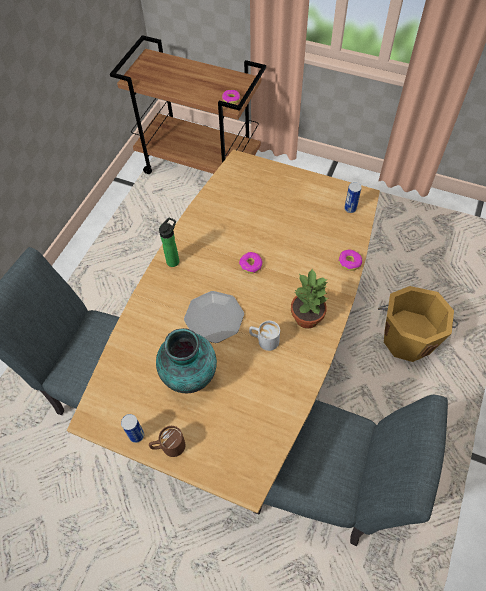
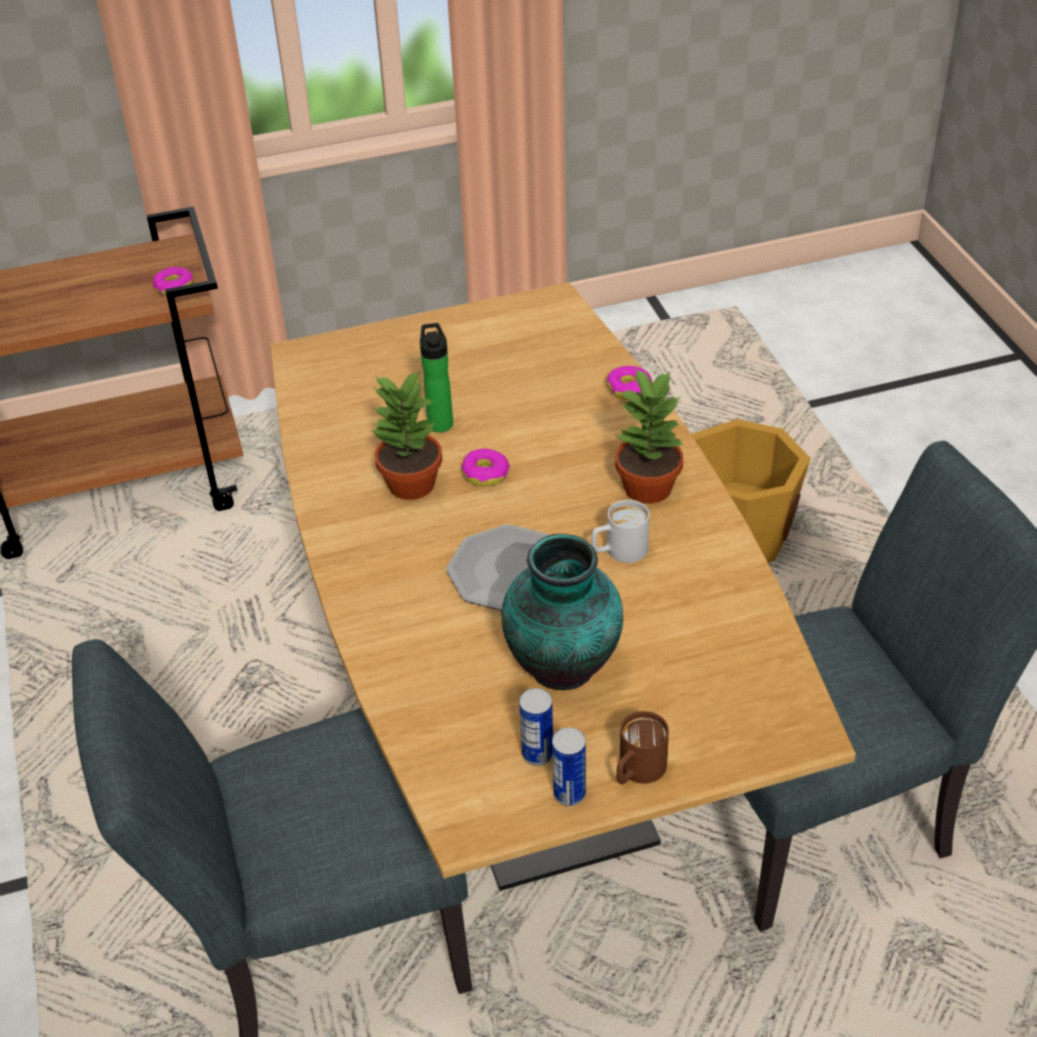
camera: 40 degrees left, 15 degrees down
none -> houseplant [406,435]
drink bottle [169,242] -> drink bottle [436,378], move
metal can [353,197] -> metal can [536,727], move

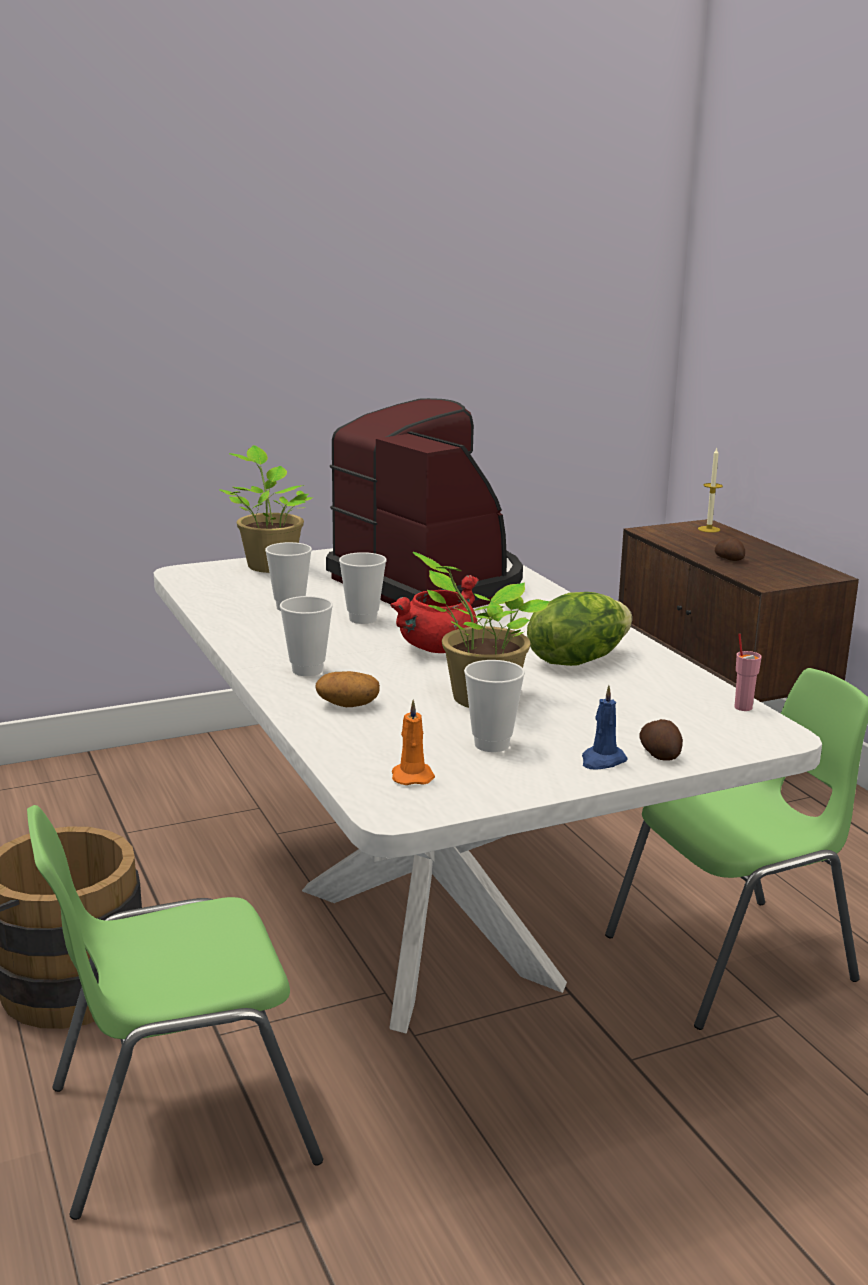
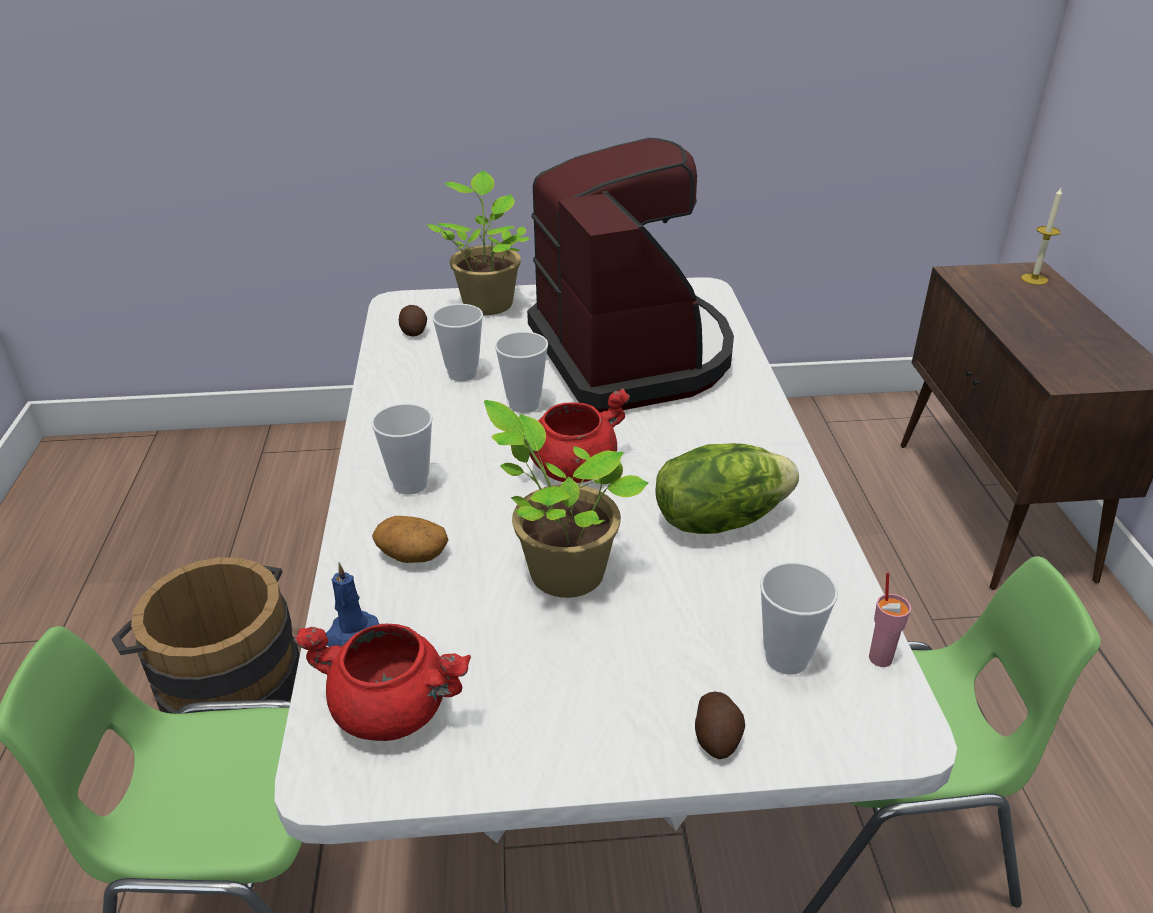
camera: 20 degrees right, 15 degrees up
small cup [494,706] -> small cup [799,618], move
blue-coloured candle [605,727] -> blue-coloured candle [352,605], move
potato [730,549] -> potato [413,320], move
orange-coloured candle [413,742] -> reddish stockpot [382,682]

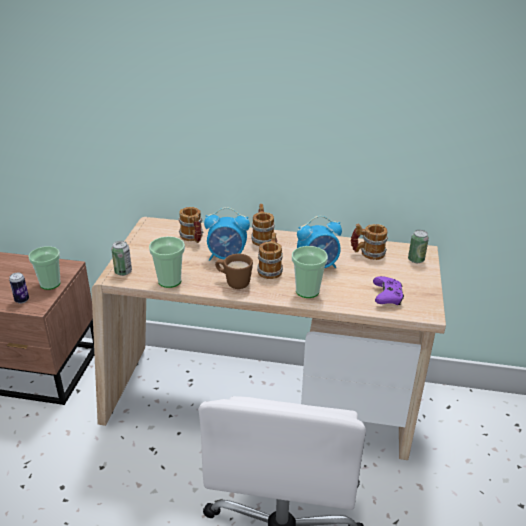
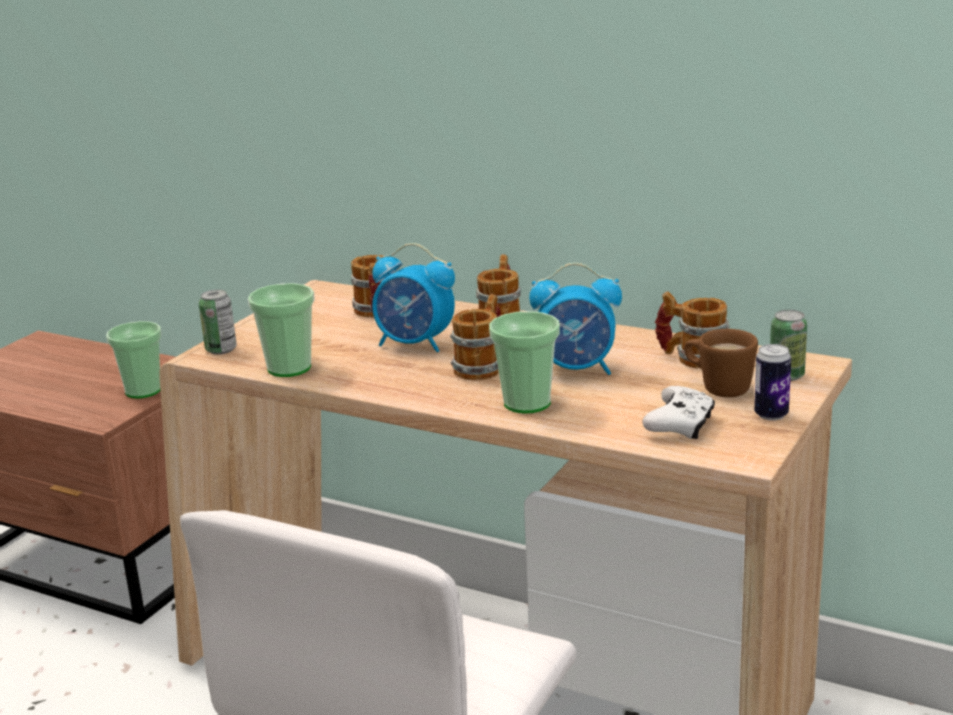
camera: 20 degrees right, 10 degrees down
metal can [19,288] -> metal can [772,382], move
brown tea mug [234,271] -> brown tea mug [721,363], move
purplish joypad [388,290] -> whitish joypad [679,412]

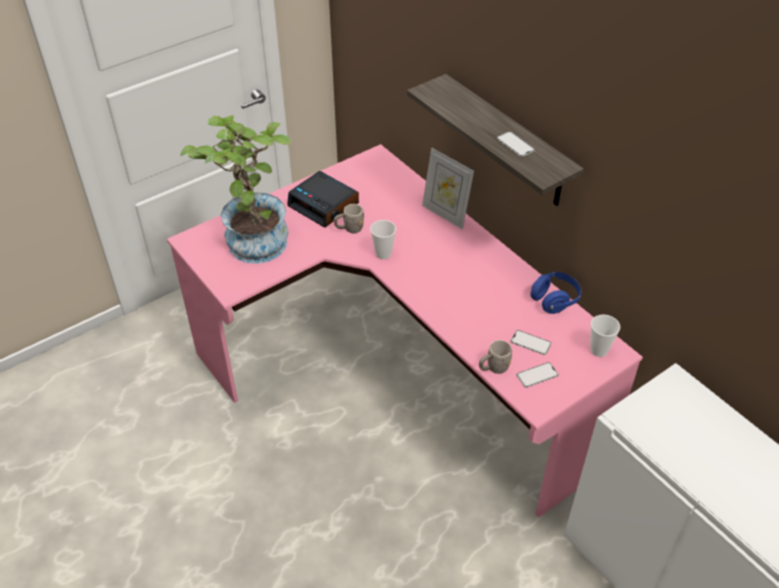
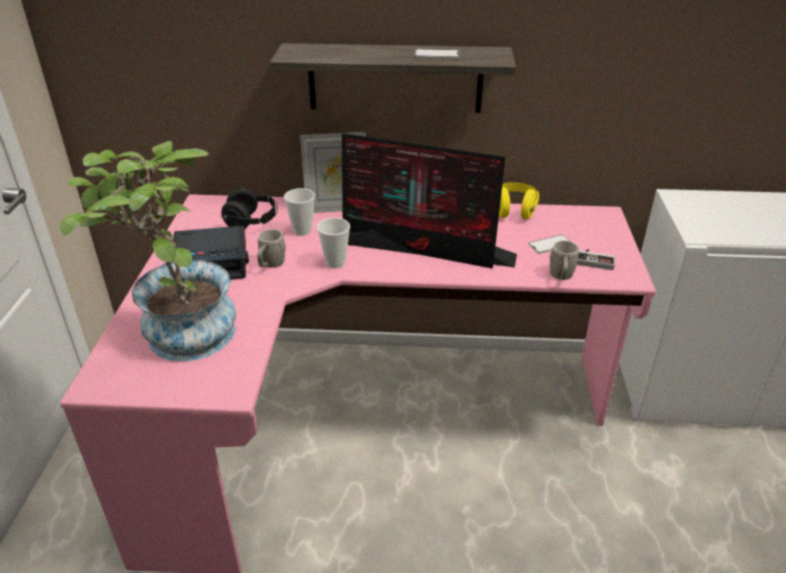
camera: 50 degrees left, 10 degrees down
none -> black-coloured headphones [249,209]
none -> computer screen [429,201]
small cup [605,336] -> small cup [299,212], move
telephone [538,375] -> joypad [596,259]
blue-coloured headphones [556,293] -> yellow-coloured headphones [519,200]

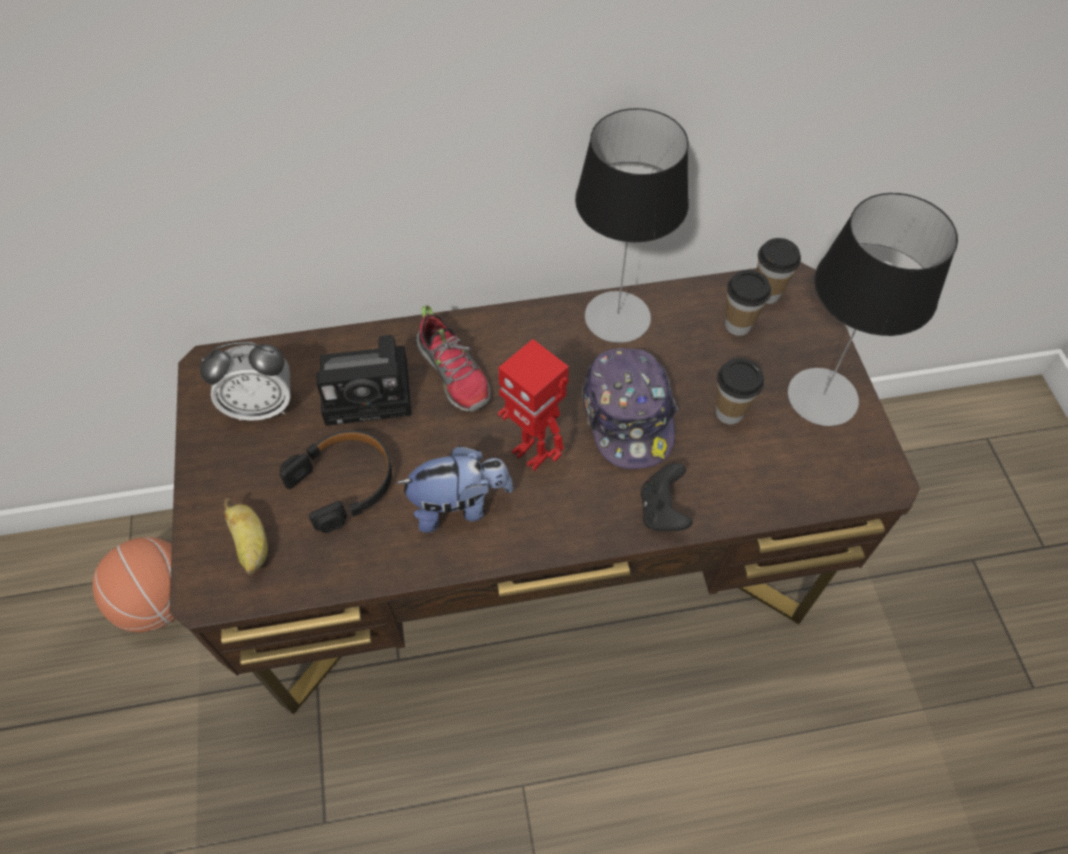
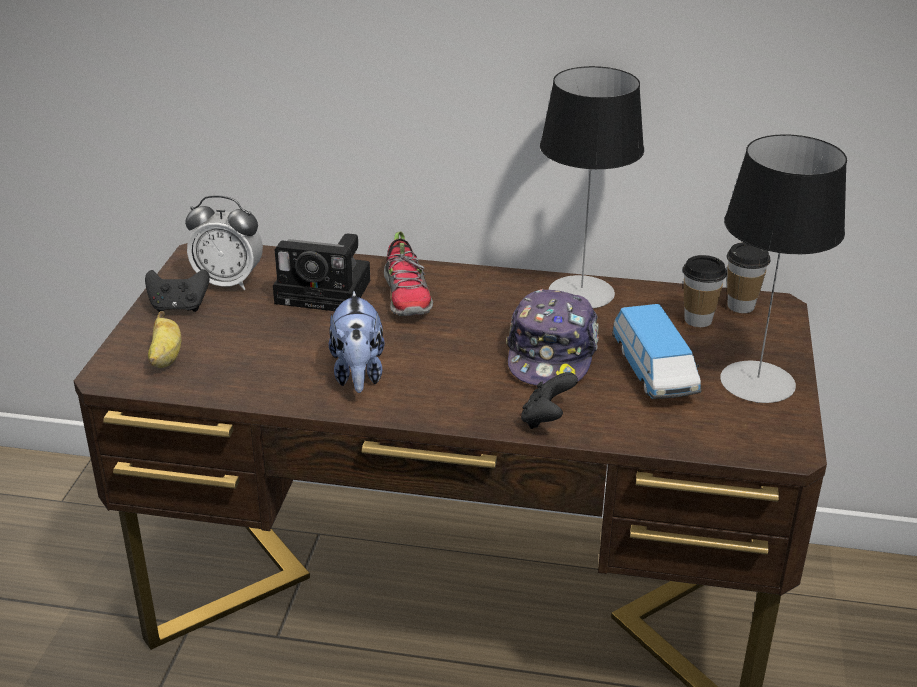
camera: 20 degrees right, 25 degrees down
ball for basketball [134,584] -> none
black-coloured headphones [336,481] -> none
model robot [533,405] -> none
none -> black-coloured joypad [177,290]
small cup [740,391] -> model car [656,351]
soft toy [455,489] -> soft toy [356,342], 75 degrees clockwise

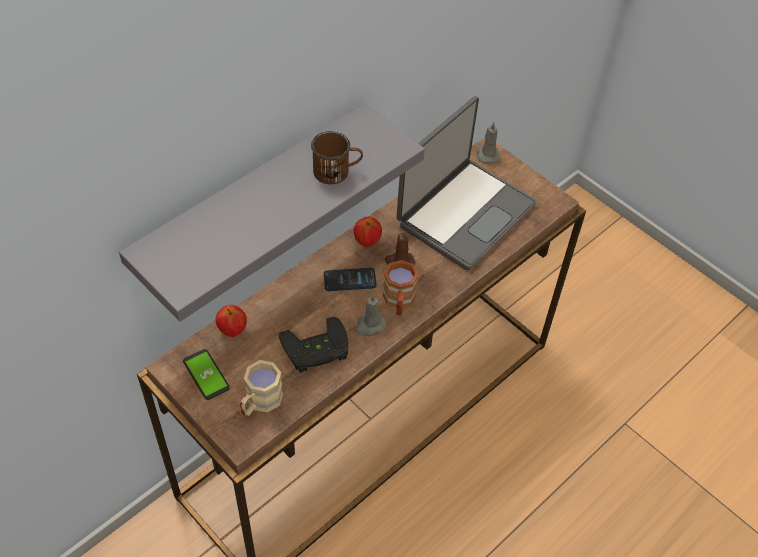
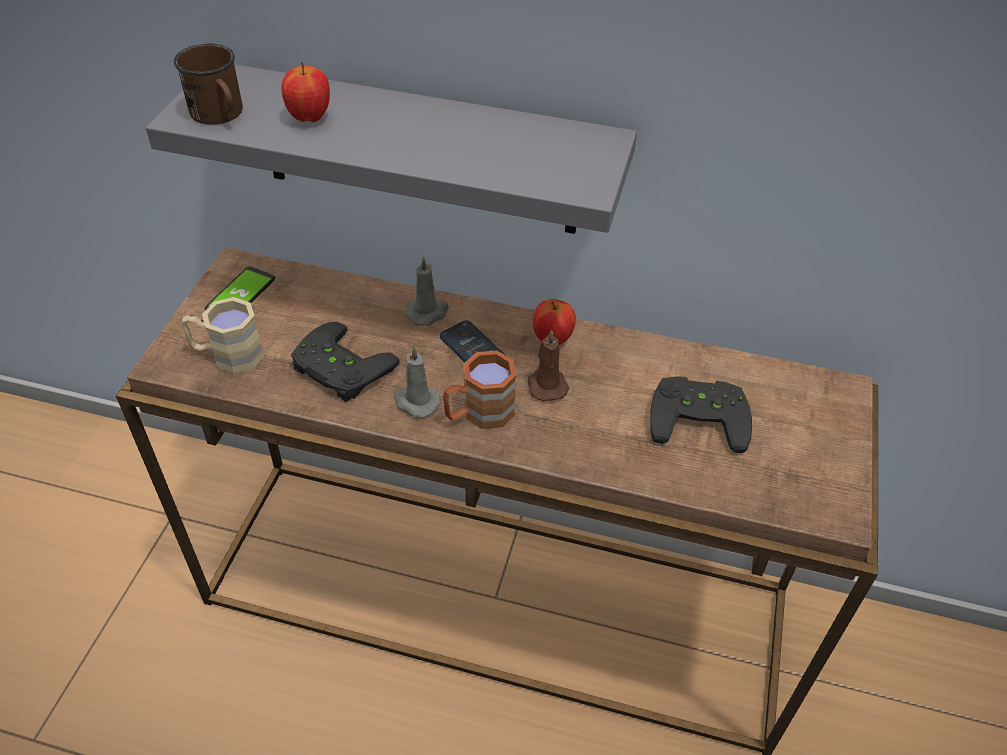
camera: 60 degrees right, 5 degrees down
apple [231,321] -> apple [305,92], move
brown tea mug [337,157] -> brown tea mug [208,84], move
gray candle [489,142] -> gray candle [427,291], move
laptop [466,183] -> black-coloured joypad [701,414]

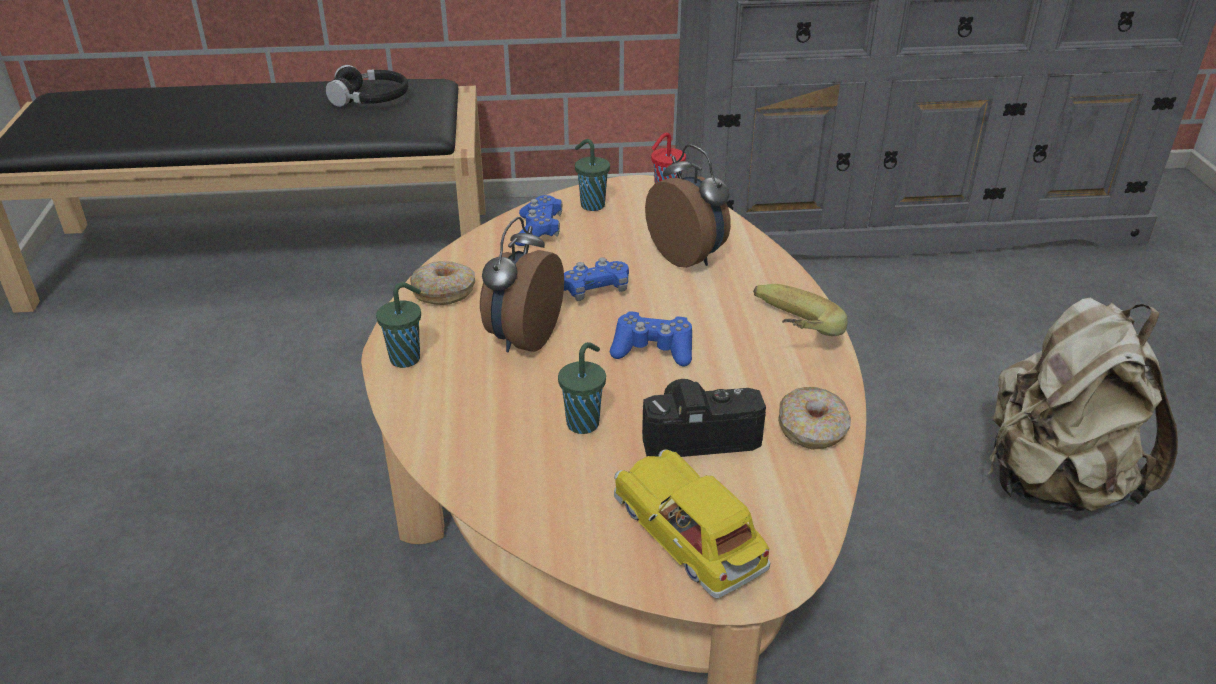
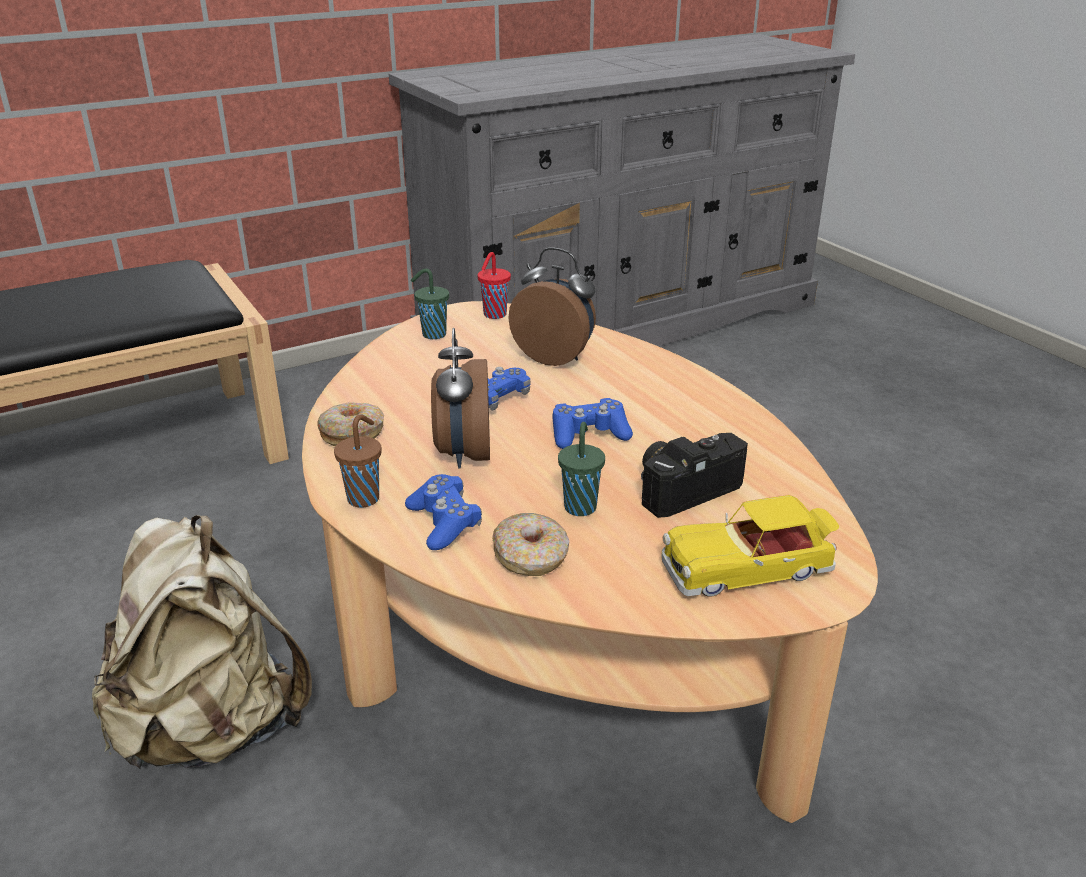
camera: 25 degrees left, 5 degrees down
black-coloured headphones [367,86] -> none
whole banana [800,310] -> none
blue-coloured joypad [539,220] -> blue-coloured joypad [443,512], move
donut [814,418] -> donut [530,544], move
sand-coloured backpack [1082,405] -> sand-coloured backpack [202,642], move
greenish small cup [398,325] -> brown small cup [358,461]
model car [692,523] -> model car [750,545], 45 degrees counterclockwise

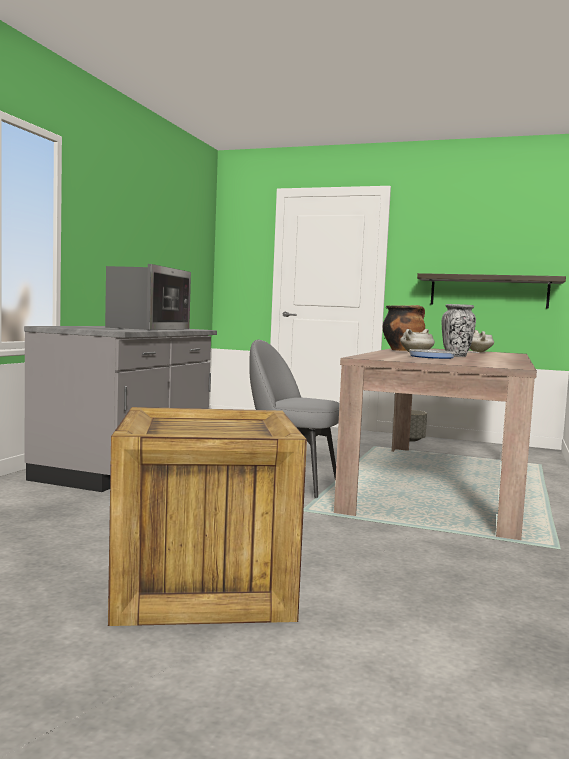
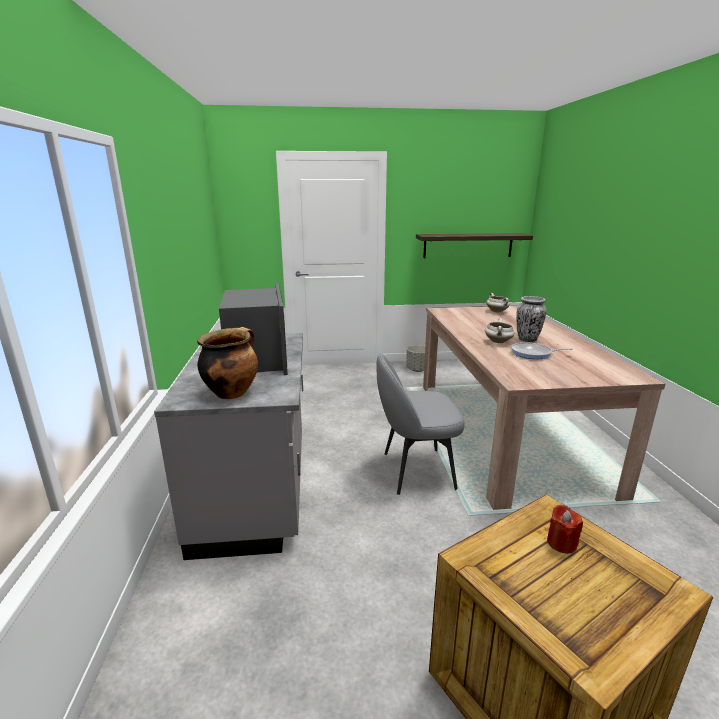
camera: 25 degrees left, 15 degrees up
none -> reddish candle [565,529]
stockpot [404,328] -> stockpot [227,363], move

